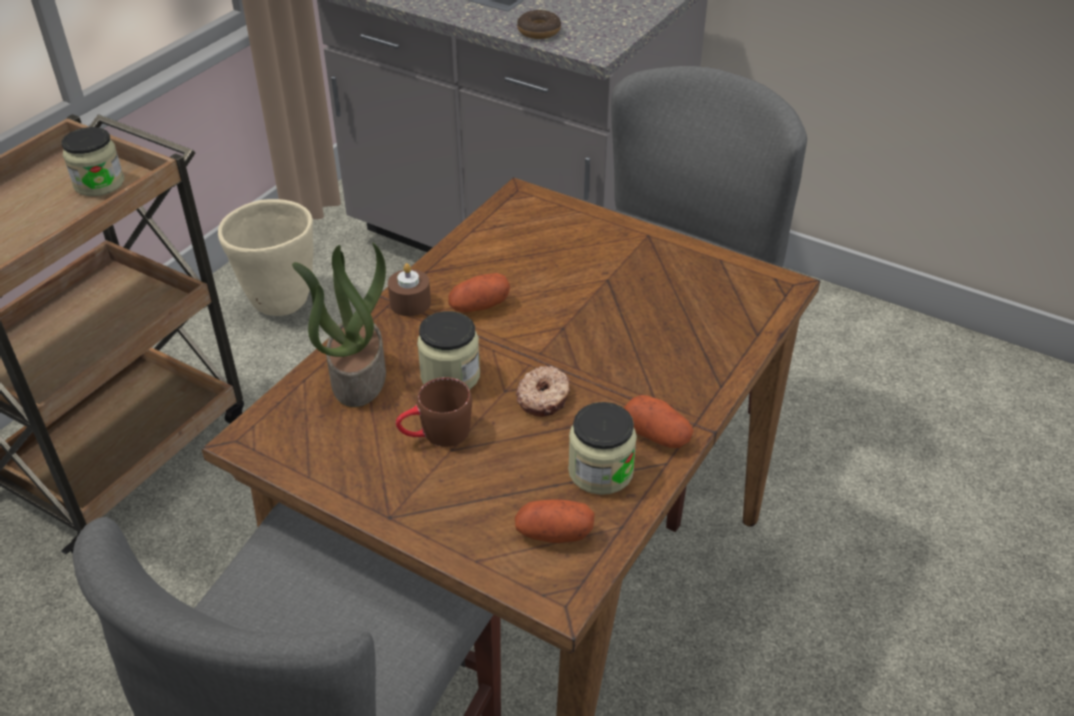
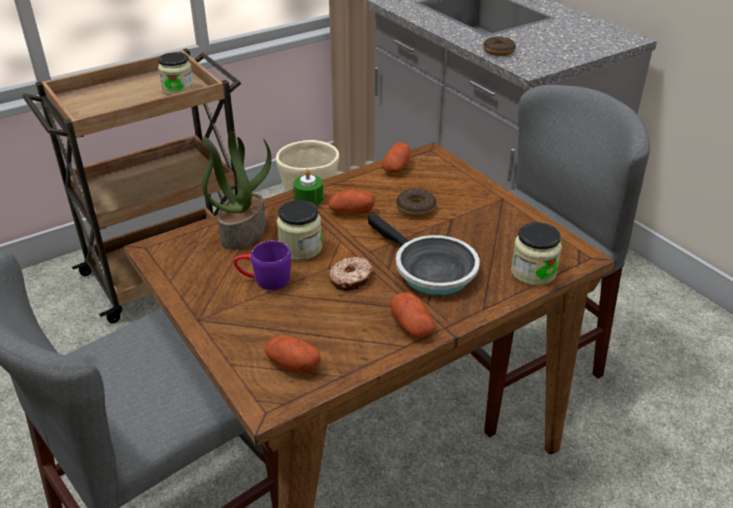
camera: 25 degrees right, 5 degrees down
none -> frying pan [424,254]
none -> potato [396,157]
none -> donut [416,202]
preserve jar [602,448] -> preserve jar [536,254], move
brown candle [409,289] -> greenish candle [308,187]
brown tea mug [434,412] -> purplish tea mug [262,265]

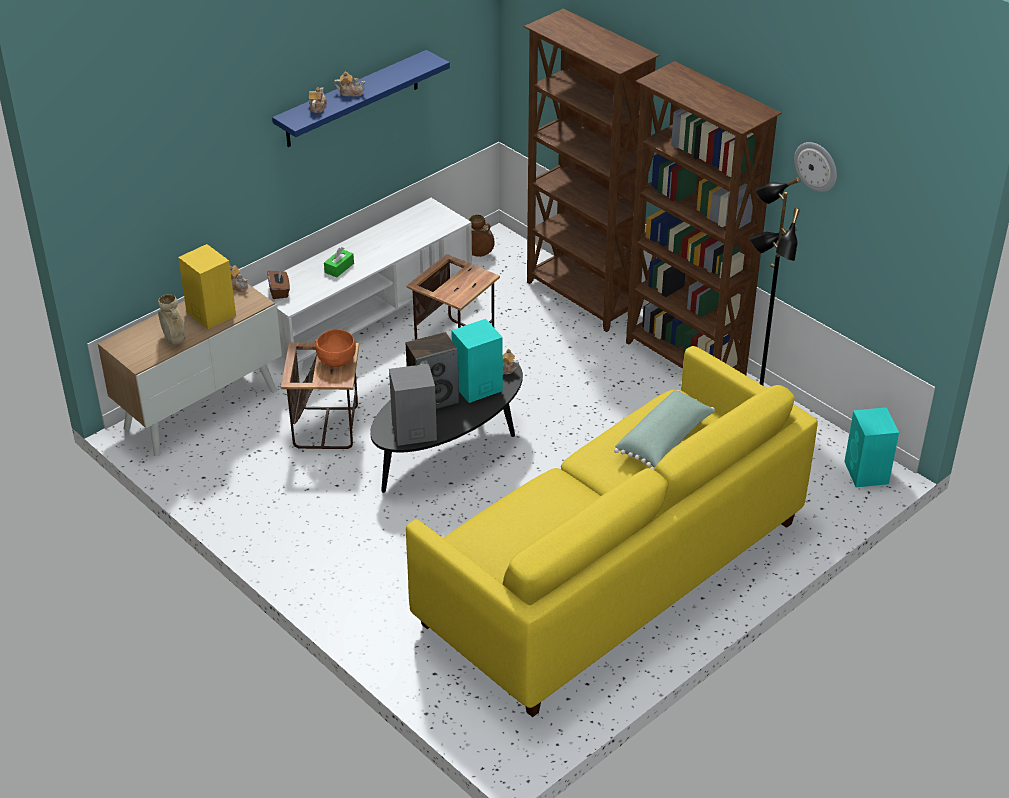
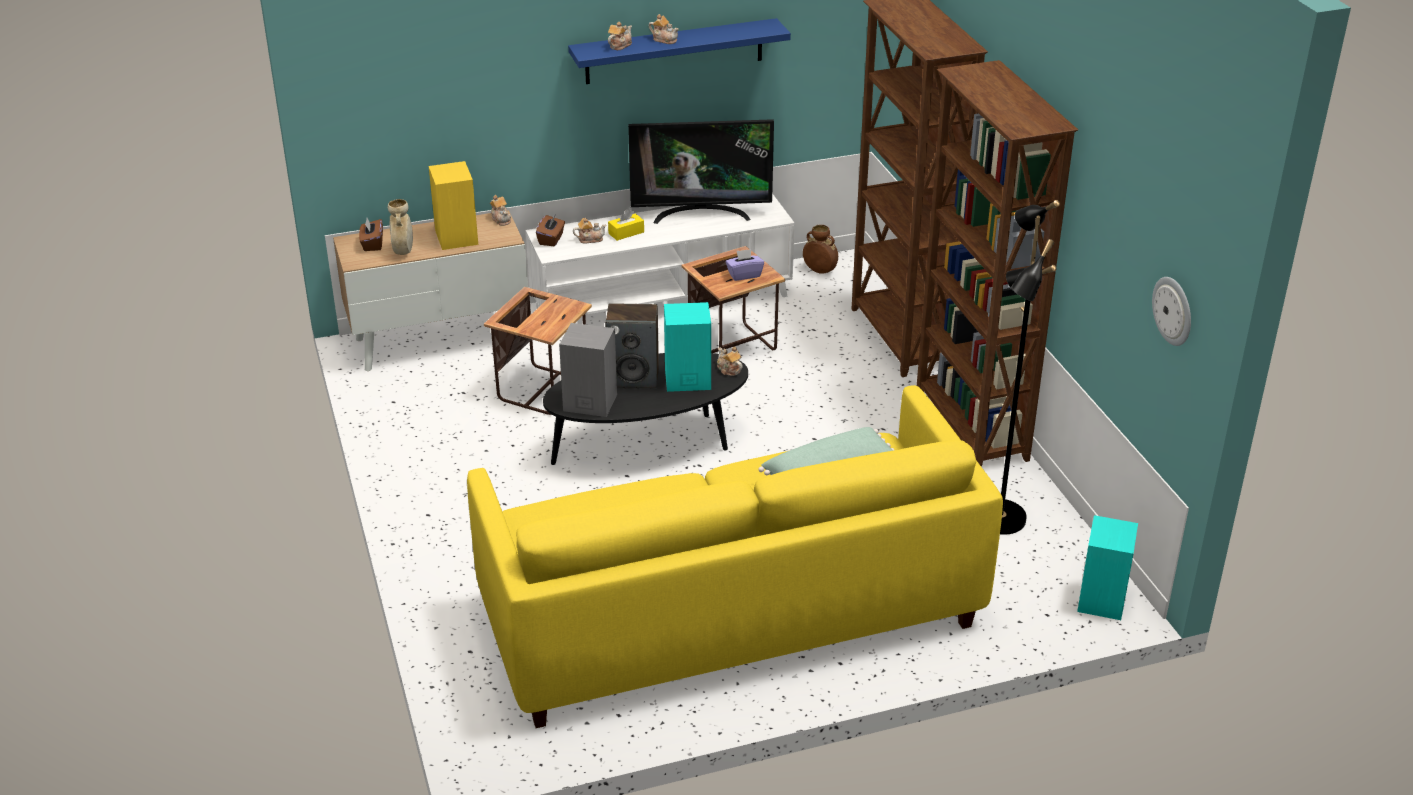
camera: 25 degrees right, 5 degrees down
orange-coloured serving bowl [335,348] -> none
none -> brown box of tissues [371,234]
none -> teapot [589,231]
none -> TV [701,171]
none -> purplish box of tissues [745,265]
wall clock [815,167] -> wall clock [1171,311], move
greenish box of tissues [339,262] -> yellow-coloured box of tissues [626,225]

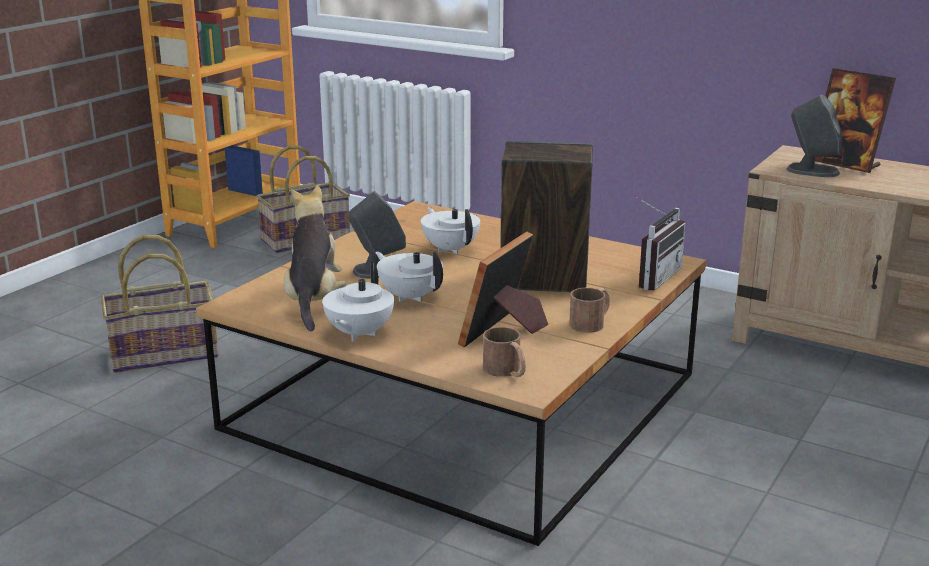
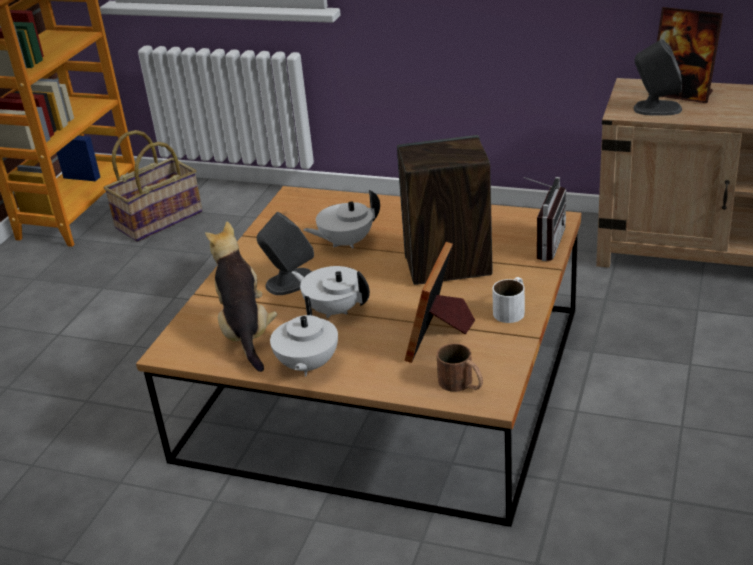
camera: 10 degrees left, 10 degrees up
basket [160,304] -> none
brown tea mug [589,310] -> whitish tea mug [508,300]
whitish teapot [450,230] -> whitish teapot [341,219], 75 degrees counterclockwise

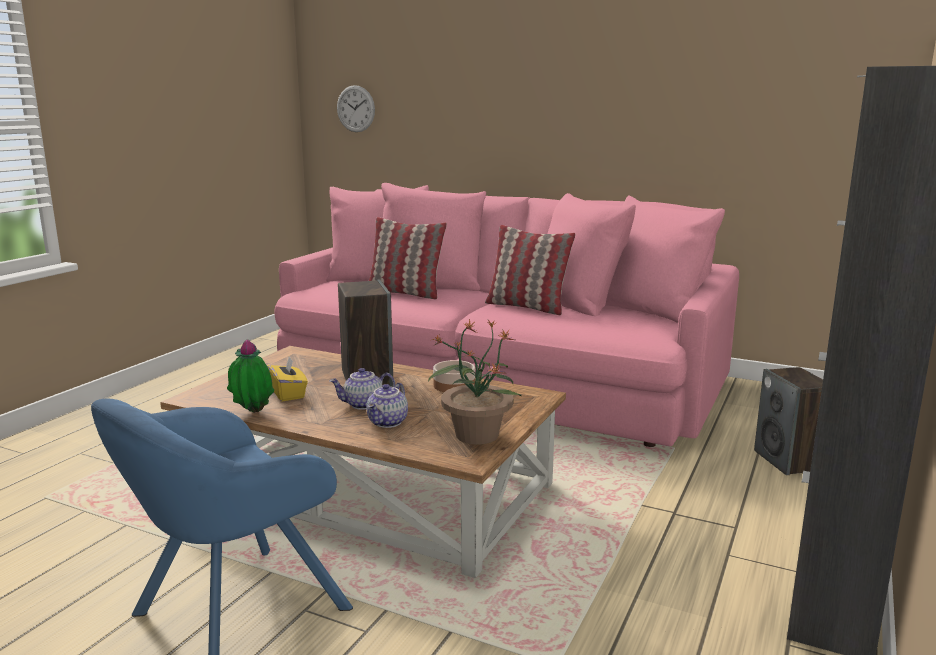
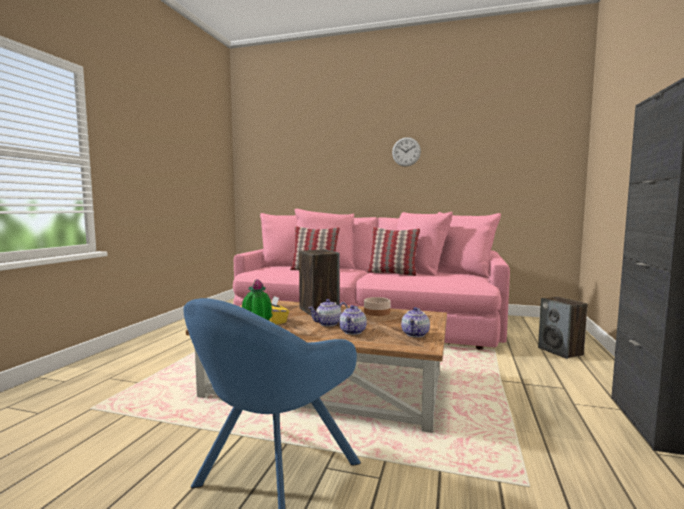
camera: 10 degrees left, 10 degrees down
wall clock [356,108] -> wall clock [406,152], move
houseplant [475,382] -> teapot [415,322]

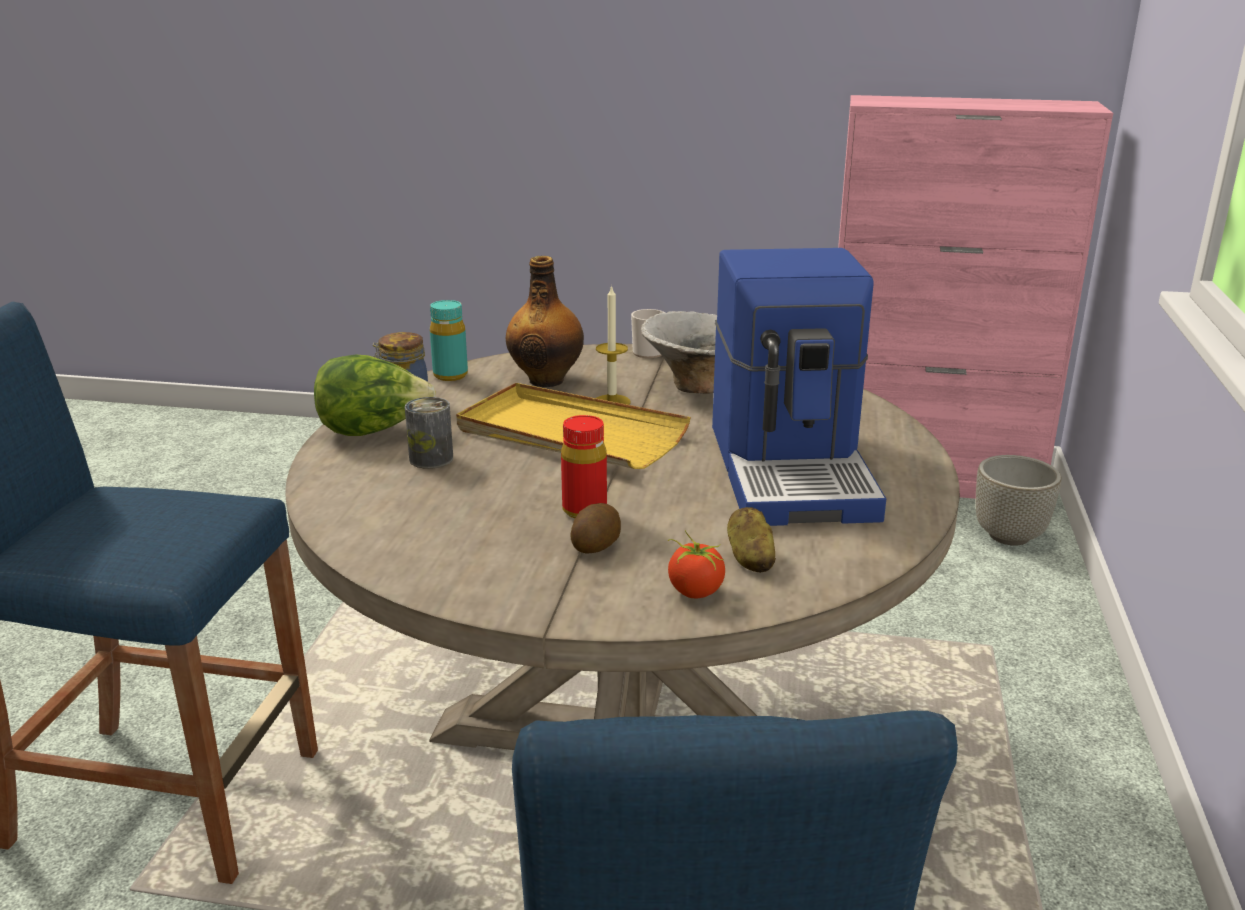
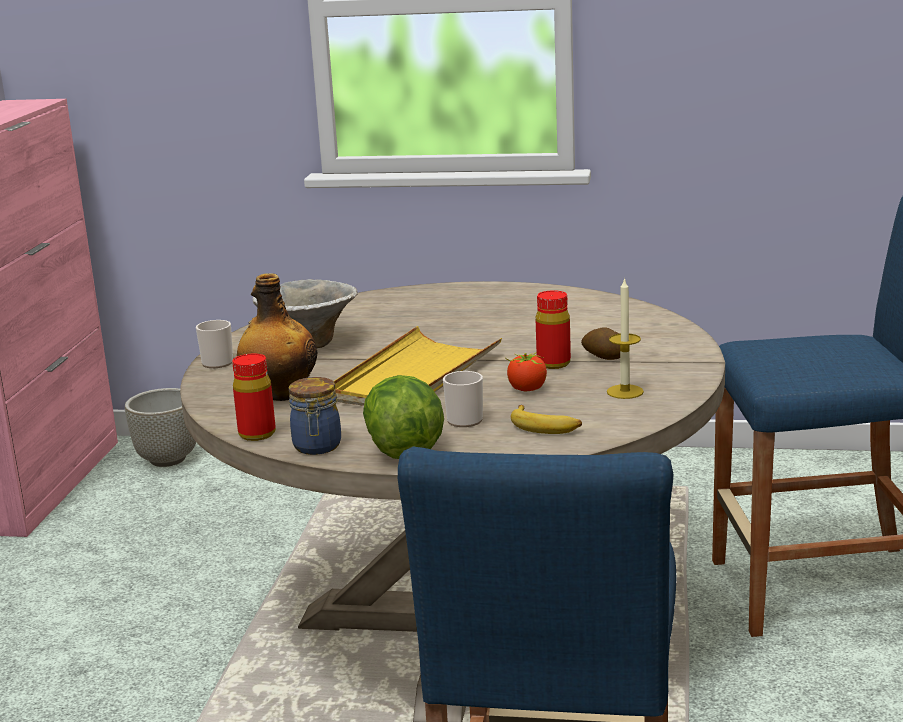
camera: 90 degrees left, 5 degrees down
coffee brewer [799,387] -> none
potato [751,540] -> none
none -> whole banana [546,419]
candle [613,345] -> candle [625,338], move
fresh tomato [696,564] -> fresh tomato [526,372], move
metal can [429,433] -> tea mug [463,399]
turquoise-coloured drink bottle [449,340] -> reddish drink bottle [254,397]

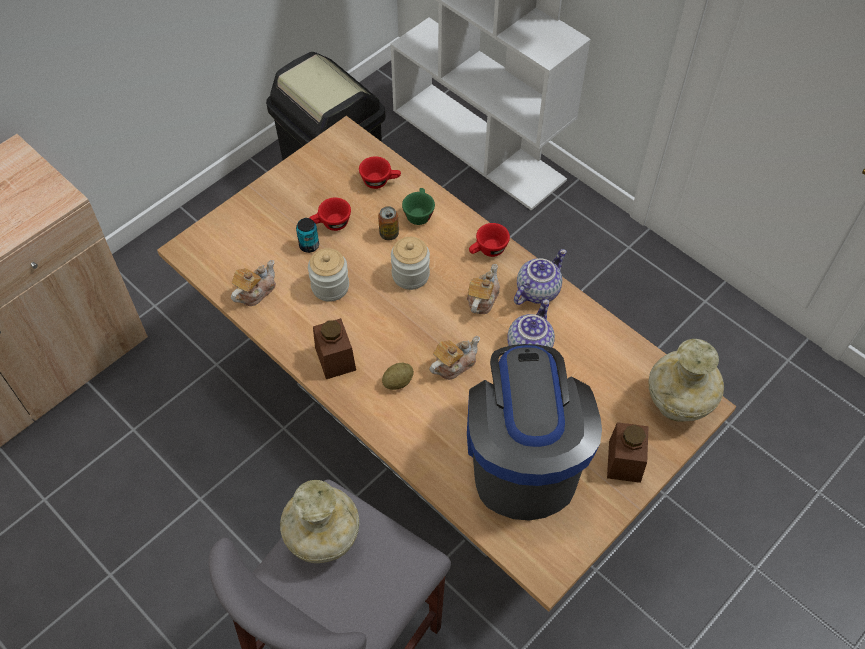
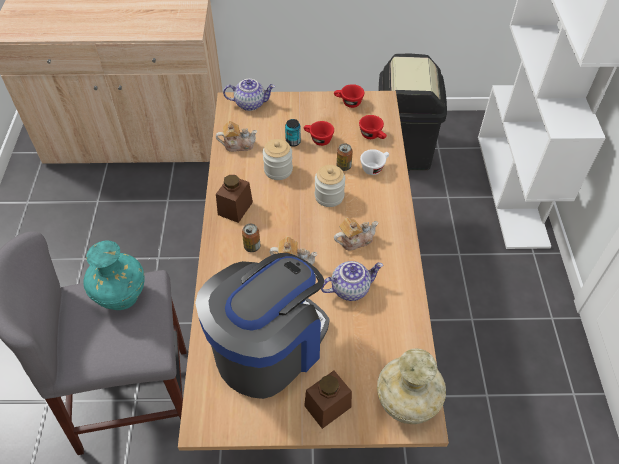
camera: 45 degrees right, 5 degrees down
reddish small cup [489,240] -> reddish small cup [349,96], move
teapot [540,277] -> teapot [249,95], move
potato [398,376] -> metal can [251,237]
sand-coloured decorative vase [319,521] -> turquoise-coloured decorative vase [114,275]
greenish small cup [418,206] -> whitish small cup [374,162]

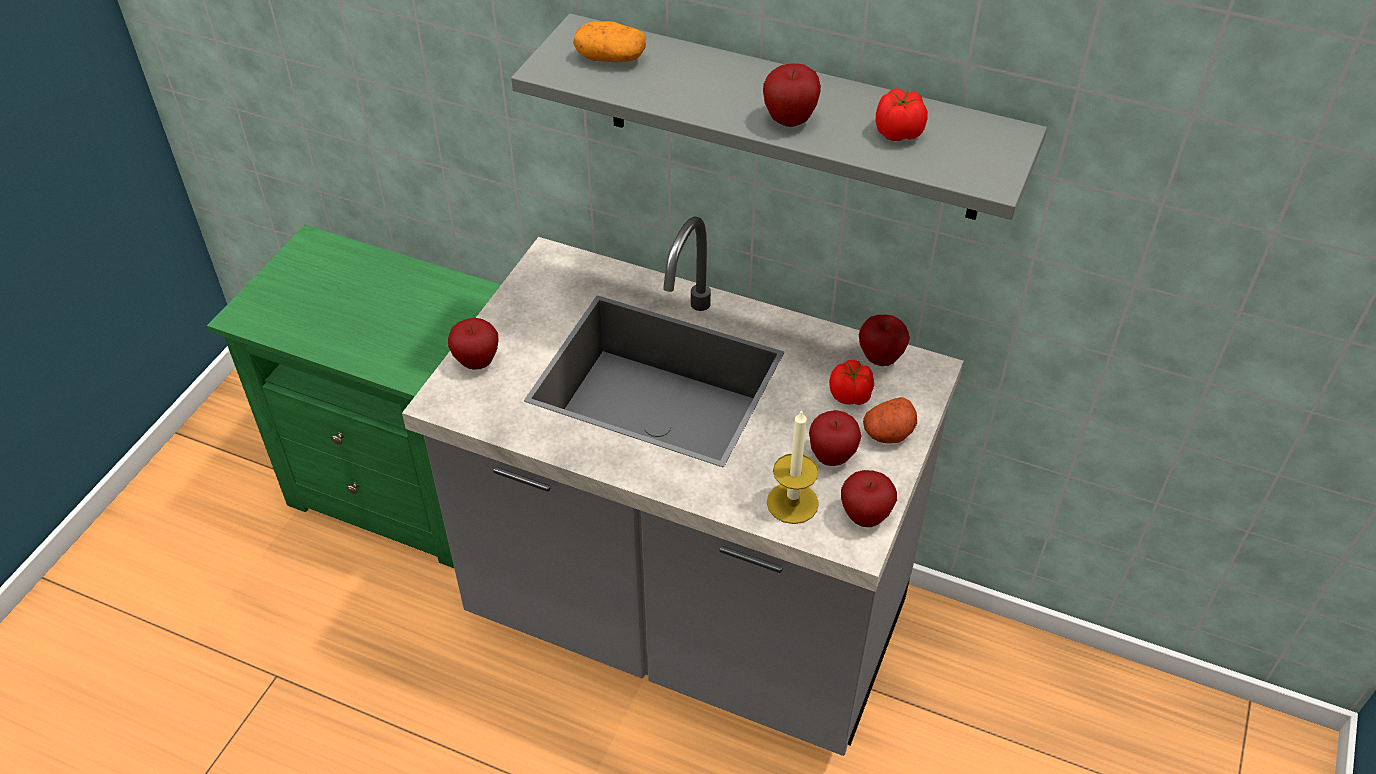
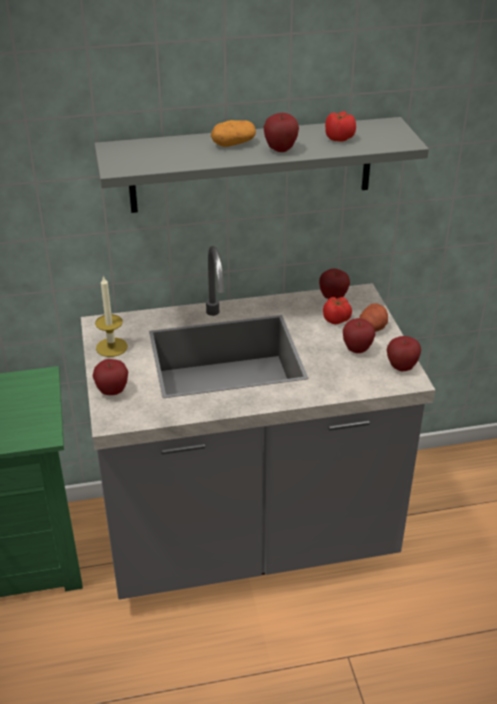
camera: 35 degrees left, 10 degrees down
potato [609,41] -> potato [233,133], move
candle [793,466] -> candle [111,316], move

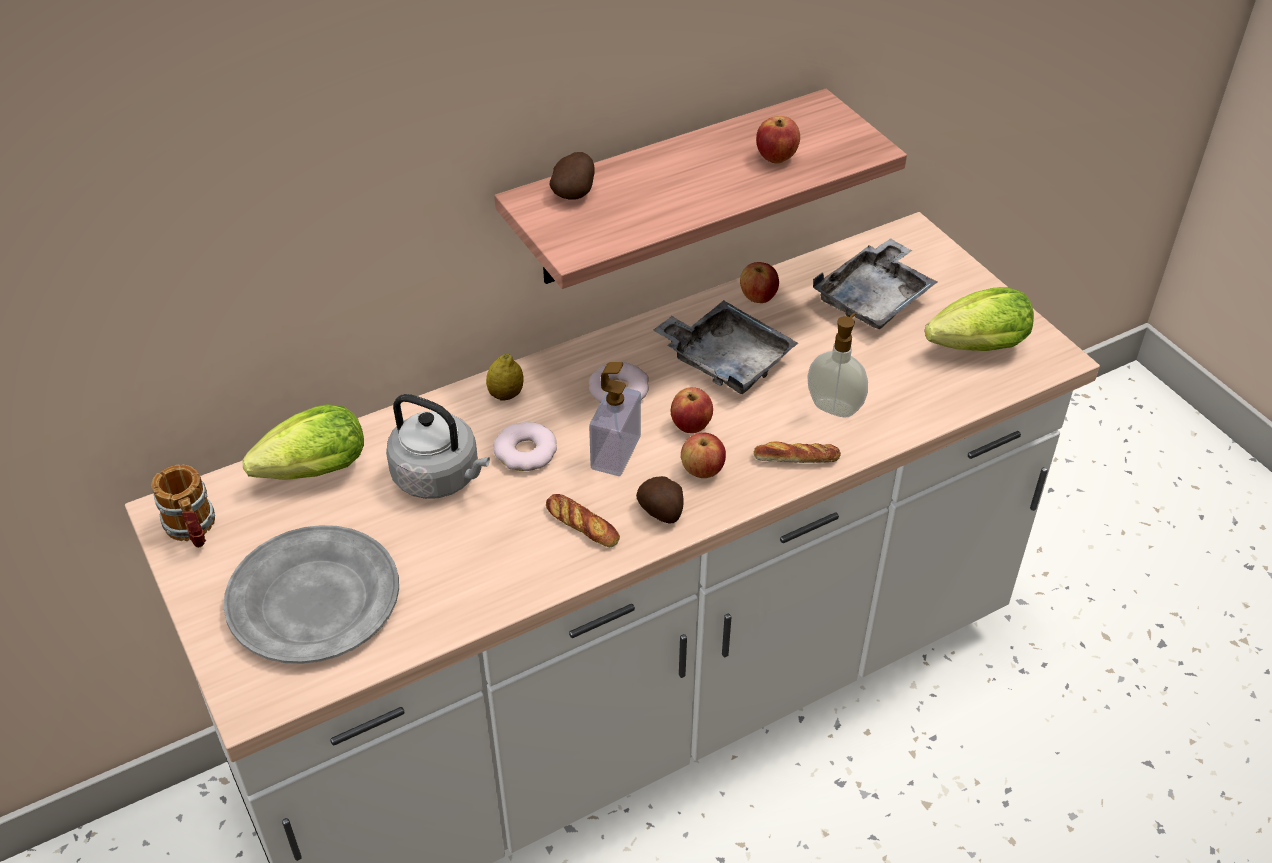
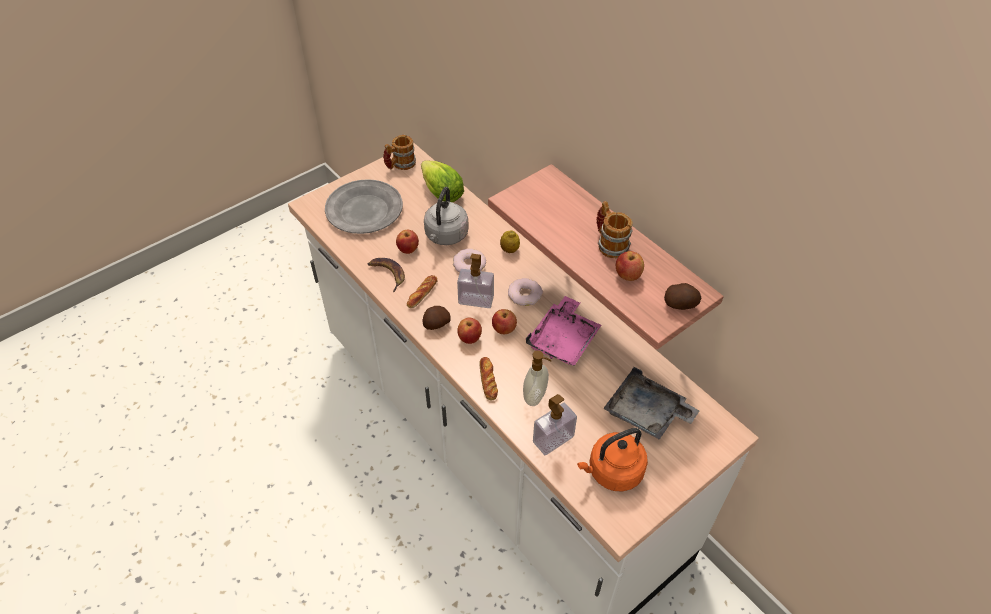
camera: 80 degrees right, 5 degrees up
none -> whole banana [386,275]
none -> soap bottle [555,424]
none -> tea mug [614,229]
potato [572,176] -> potato [683,296], move
apple [759,282] -> apple [407,242], move
lettuce [979,319] -> orange-coloured tea kettle [612,459]
gray serving tray [725,347] -> pinkish serving tray [563,331]

